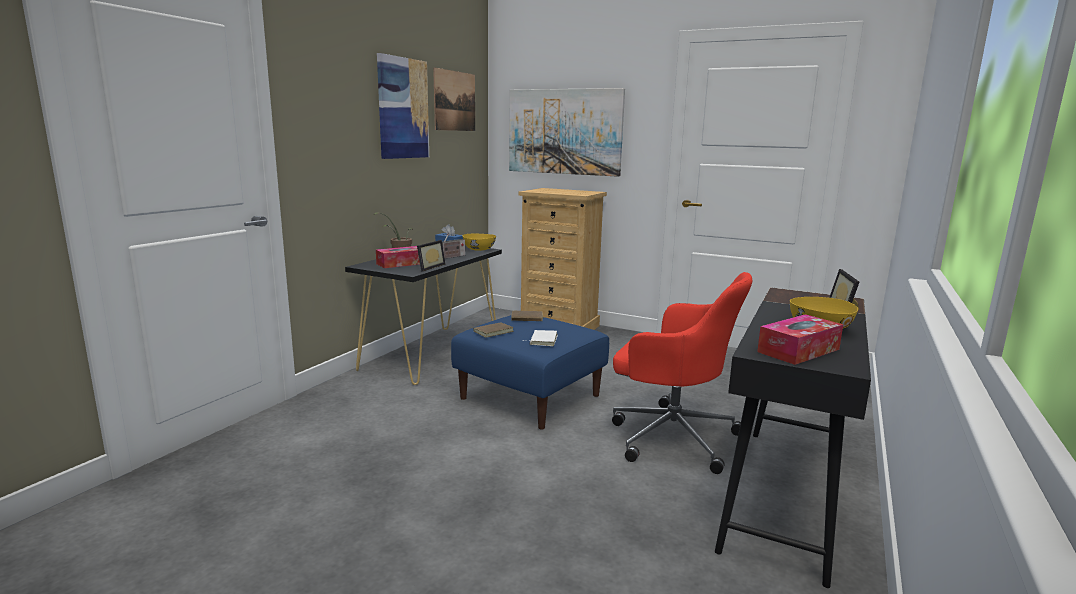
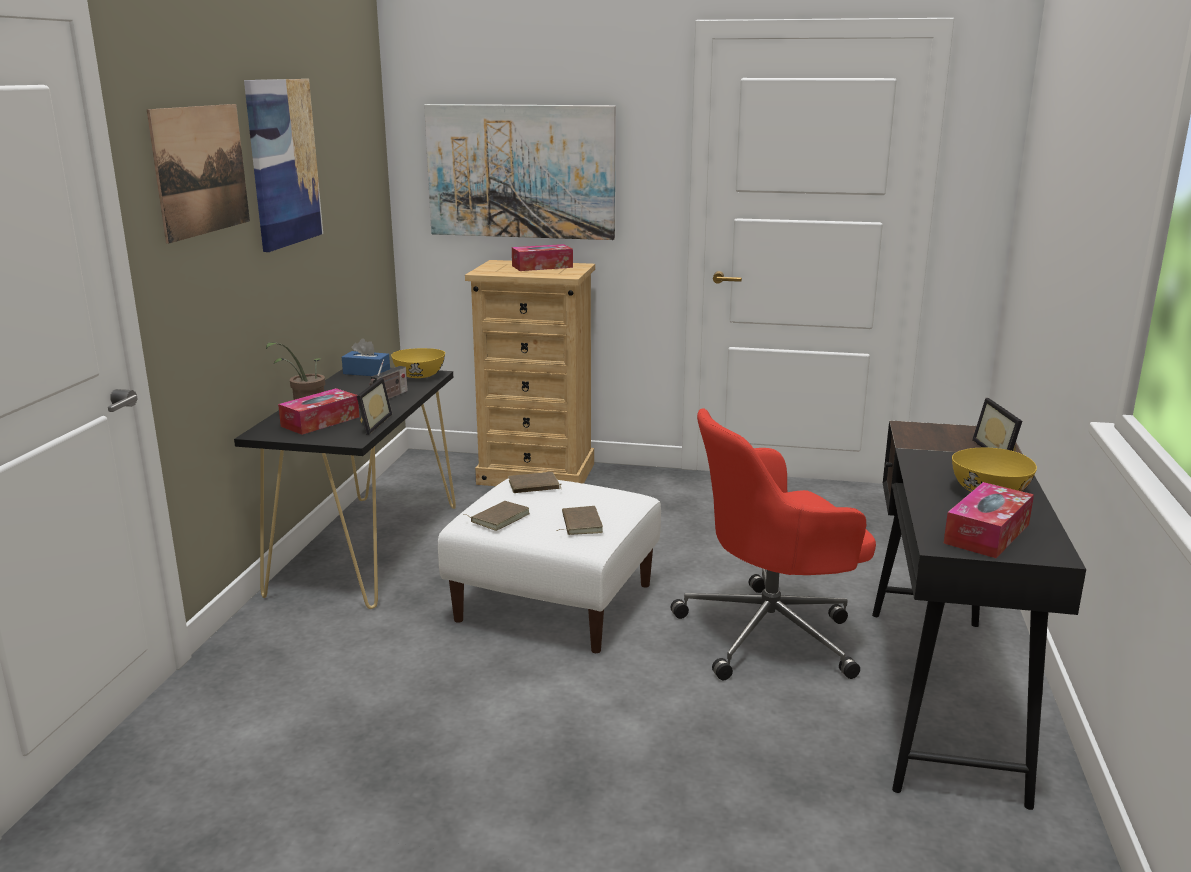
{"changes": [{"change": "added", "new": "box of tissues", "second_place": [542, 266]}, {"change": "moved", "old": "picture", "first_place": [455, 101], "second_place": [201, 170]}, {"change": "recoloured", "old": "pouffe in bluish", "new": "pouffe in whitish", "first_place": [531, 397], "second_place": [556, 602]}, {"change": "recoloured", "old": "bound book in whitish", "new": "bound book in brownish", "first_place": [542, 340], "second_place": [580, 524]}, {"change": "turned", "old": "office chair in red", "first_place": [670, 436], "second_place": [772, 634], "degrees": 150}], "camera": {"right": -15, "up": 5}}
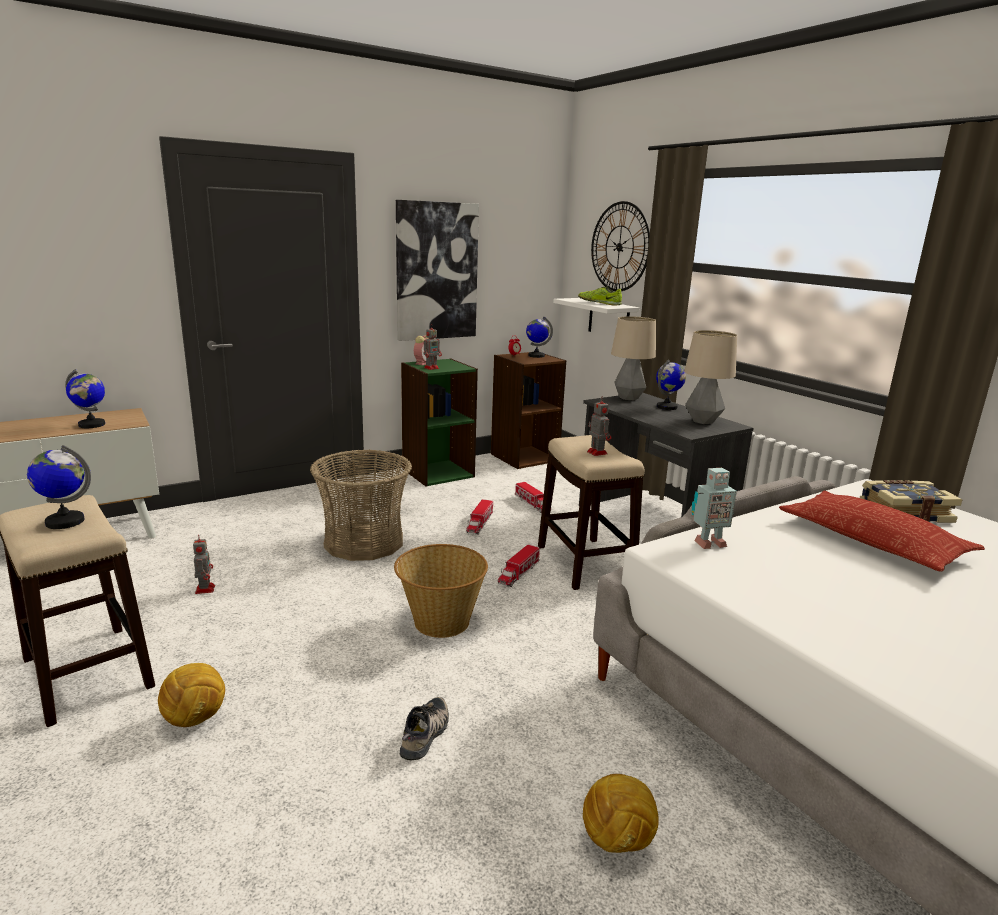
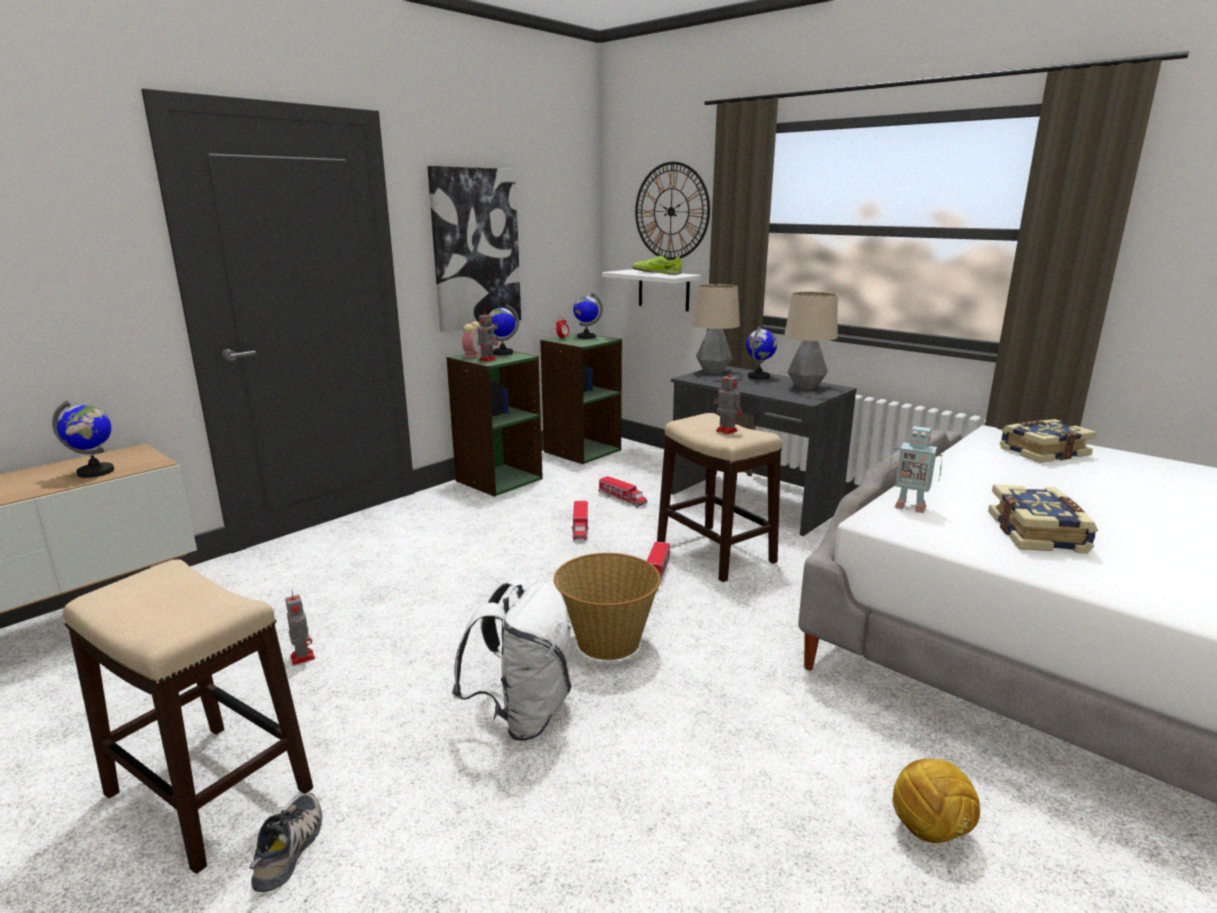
{"changes": [{"change": "removed", "old": "football", "first_place": [196, 719]}, {"change": "removed", "old": "storage basket", "first_place": [364, 542]}, {"change": "removed", "old": "cushion", "first_place": [872, 539]}, {"change": "added", "new": "backpack in whitish", "second_place": [523, 715]}, {"change": "added", "new": "bound book", "second_place": [1038, 534]}, {"change": "moved", "old": "globe", "first_place": [65, 521], "second_place": [502, 353]}, {"change": "moved", "old": "shoe", "first_place": [426, 734], "second_place": [291, 848]}, {"change": "recoloured", "old": "shelving unit in brownish", "new": "shelving unit in green-coloured", "first_place": [524, 457], "second_place": [582, 451]}, {"change": "turned", "old": "model robot", "first_place": [708, 543], "second_place": [909, 506], "degrees": 60}], "camera": {"right": -15, "up": 0}}
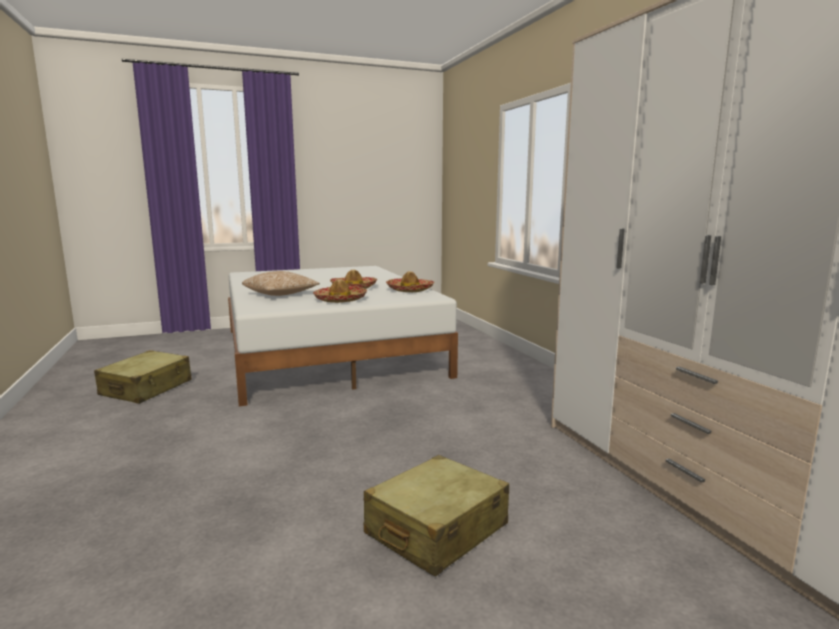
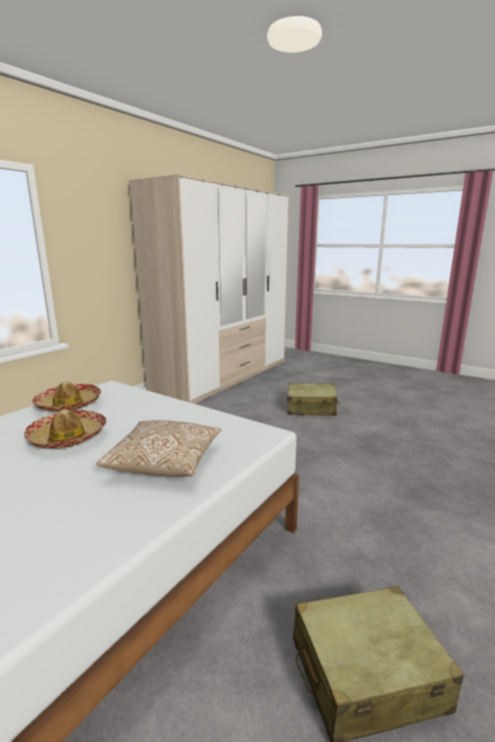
{"changes": [{"change": "removed", "old": "wearable hat", "first_place": [340, 300]}], "camera": {"right": -125, "up": 5}}
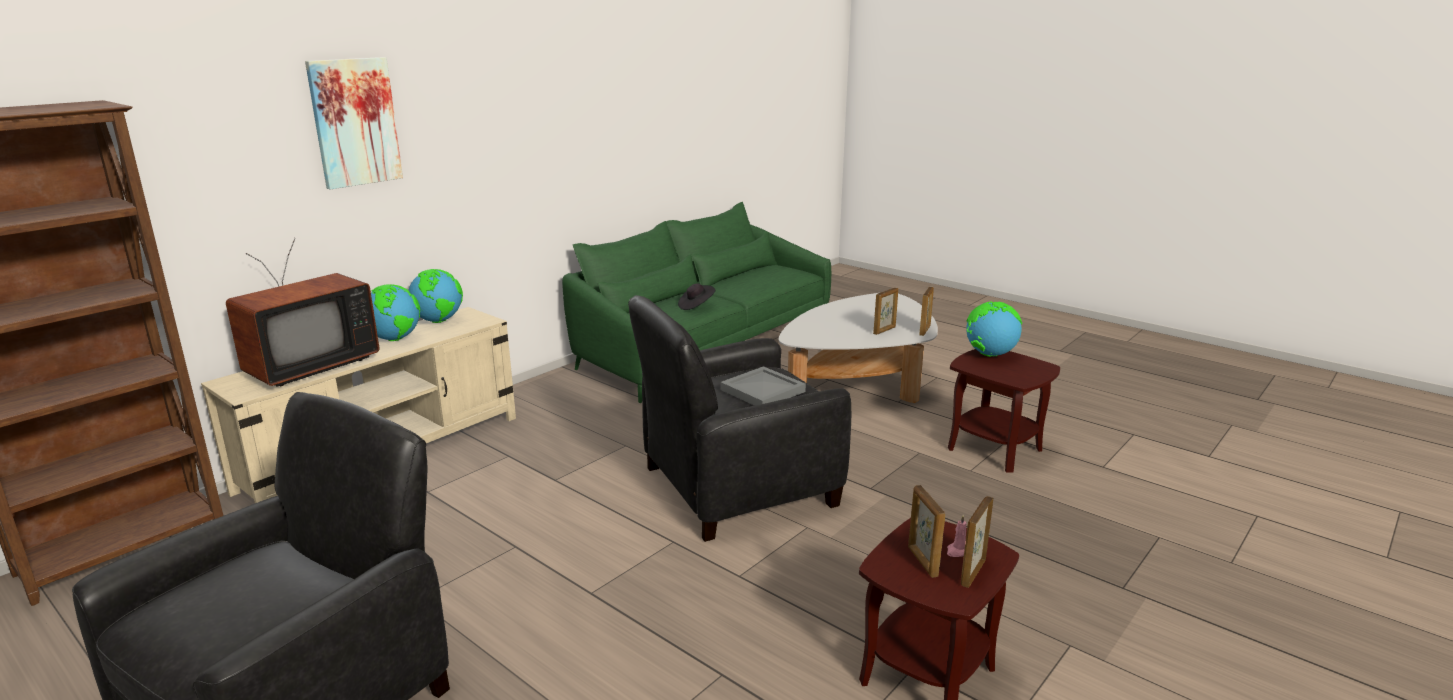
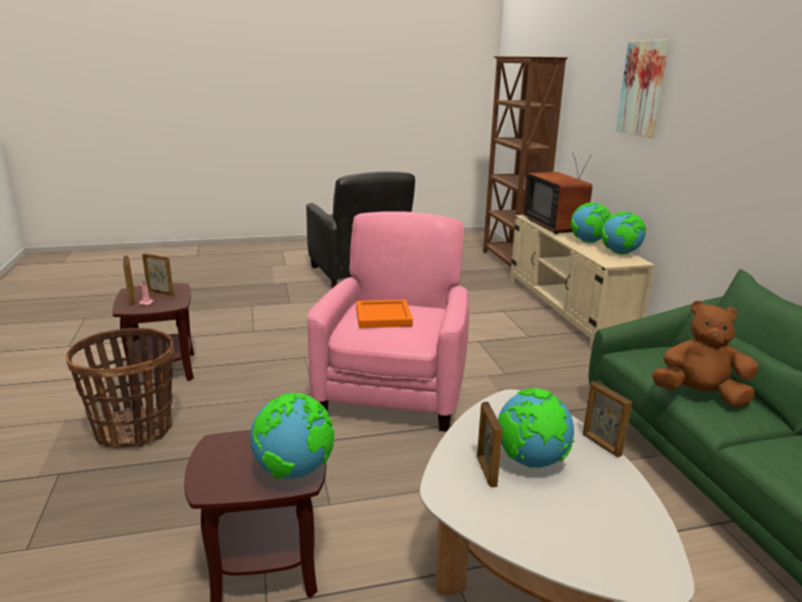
{"changes": [{"change": "added", "new": "storage basket", "second_place": [135, 430]}, {"change": "added", "new": "globe", "second_place": [530, 462]}, {"change": "moved", "old": "photo frame", "first_place": [925, 330], "second_place": [601, 445]}, {"change": "replaced", "old": "wearable hat in black-coloured", "new": "cuddly toy in brownish", "first_place": [696, 306], "second_place": [699, 395]}, {"change": "recoloured", "old": "armchair in black-coloured", "new": "armchair in pinkish", "first_place": [736, 487], "second_place": [394, 390]}, {"change": "recoloured", "old": "carrying tray in grey", "new": "carrying tray in orange-coloured", "first_place": [762, 391], "second_place": [382, 316]}], "camera": {"right": 125, "up": 0}}
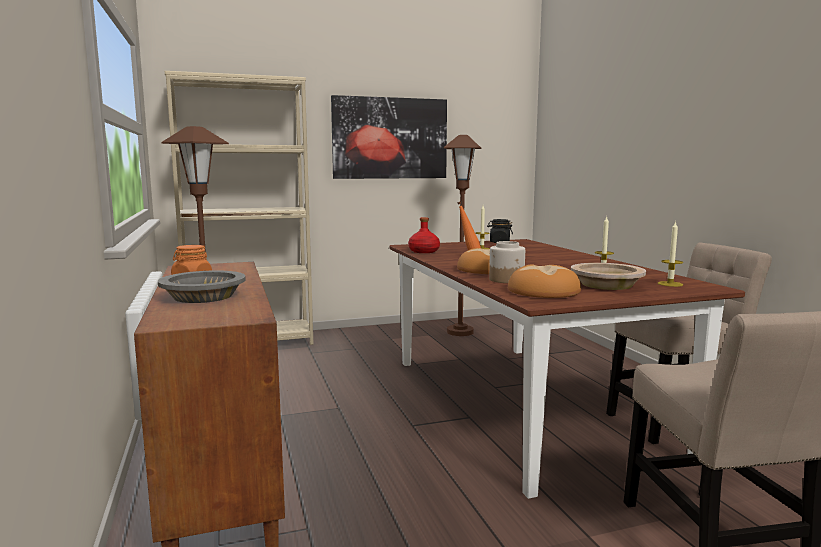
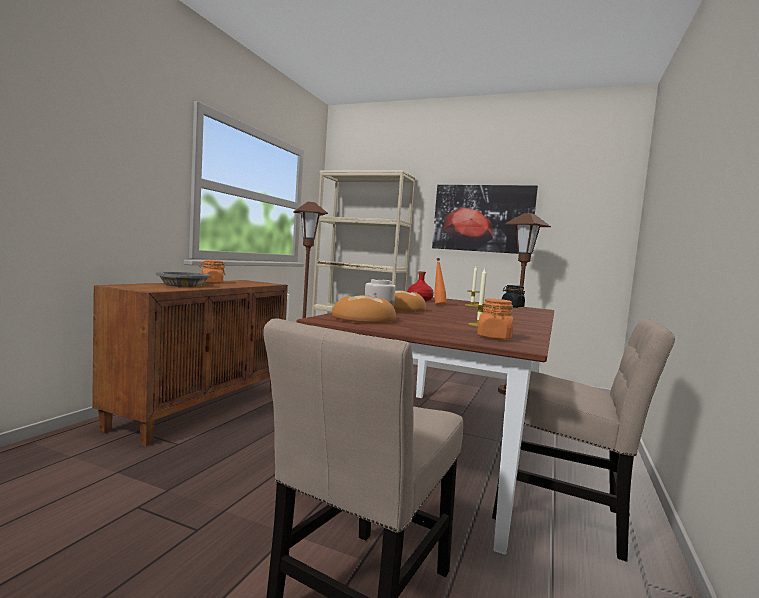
{"changes": [{"change": "removed", "old": "deep dish in beige-coloured", "first_place": [606, 284]}, {"change": "replaced", "old": "wax candle", "new": "preserve jar in orange-coloured", "first_place": [670, 284], "second_place": [494, 337]}], "camera": {"right": 40, "up": -5}}
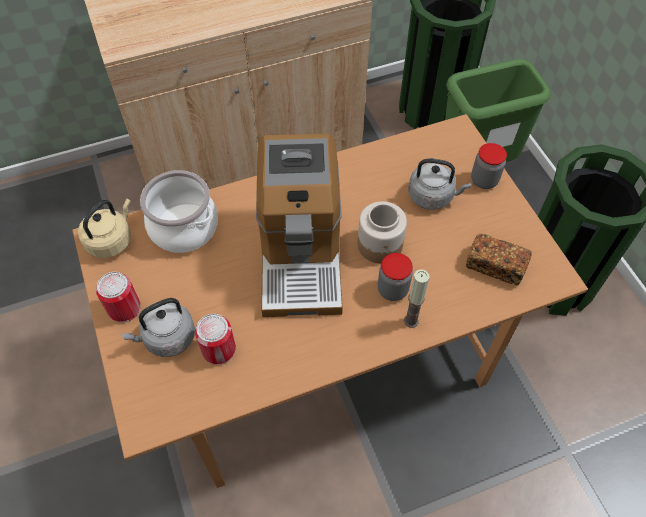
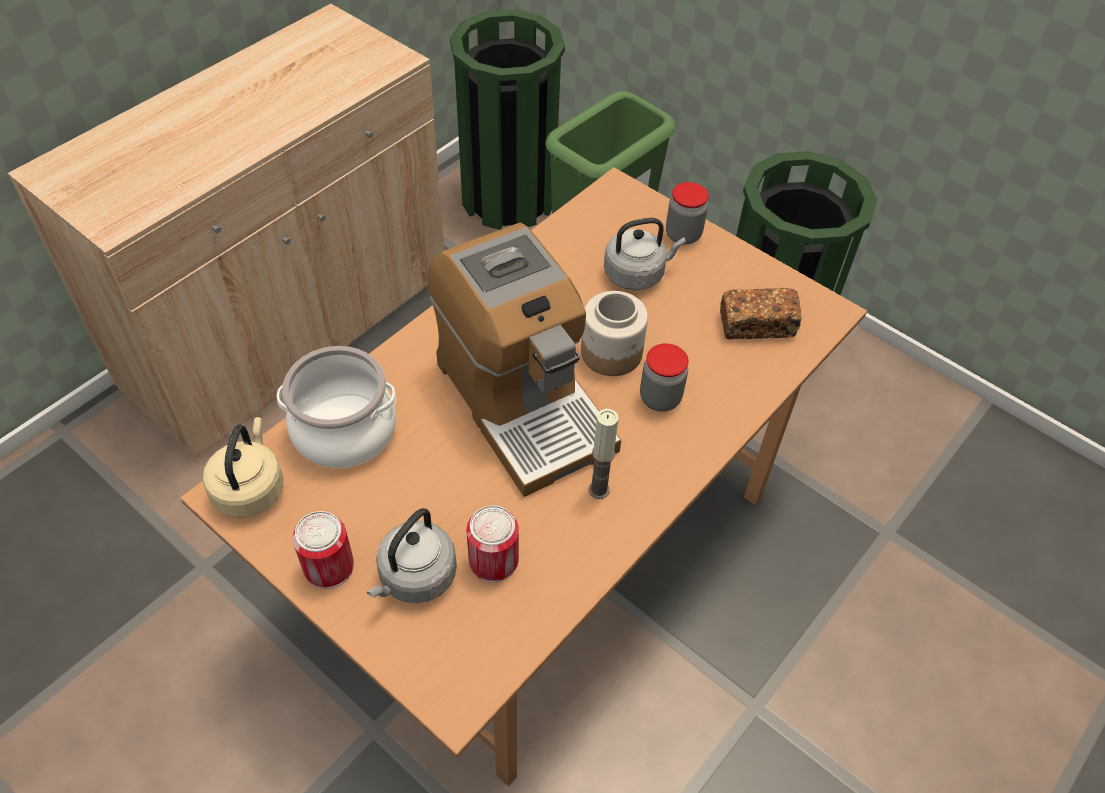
{"changes": [{"change": "moved", "old": "wax candle", "first_place": [411, 321], "second_place": [599, 490]}], "camera": {"right": -30, "up": -5}}
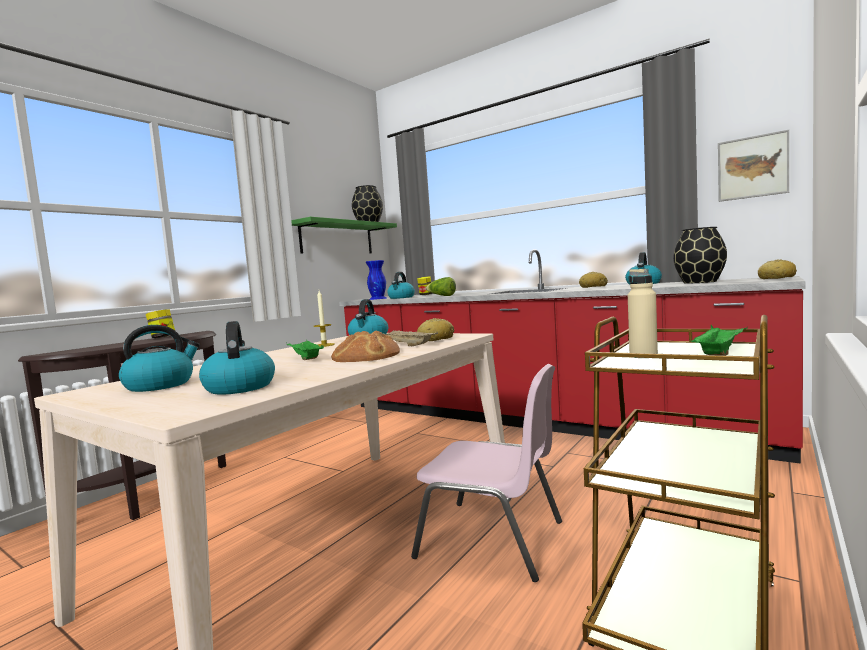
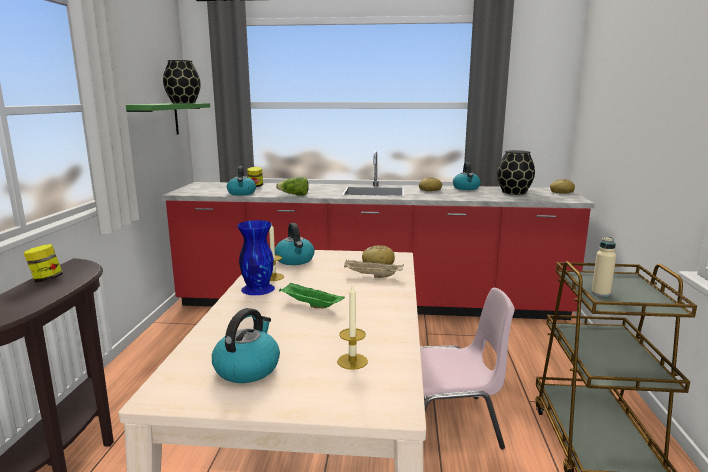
{"changes": [{"change": "removed", "old": "baked bread", "first_place": [366, 356]}, {"change": "removed", "old": "carrying tray in green-coloured", "first_place": [719, 353]}, {"change": "removed", "old": "picture", "first_place": [752, 167]}, {"change": "moved", "old": "decorative vase in bluish", "first_place": [378, 298], "second_place": [257, 288]}, {"change": "replaced", "old": "tea kettle", "new": "wax candle", "first_place": [239, 387], "second_place": [352, 361]}], "camera": {"right": -30, "up": 10}}
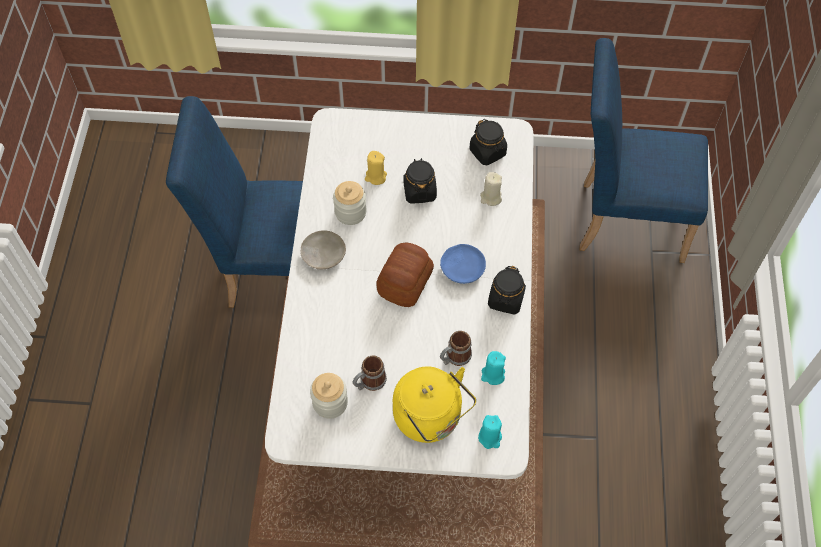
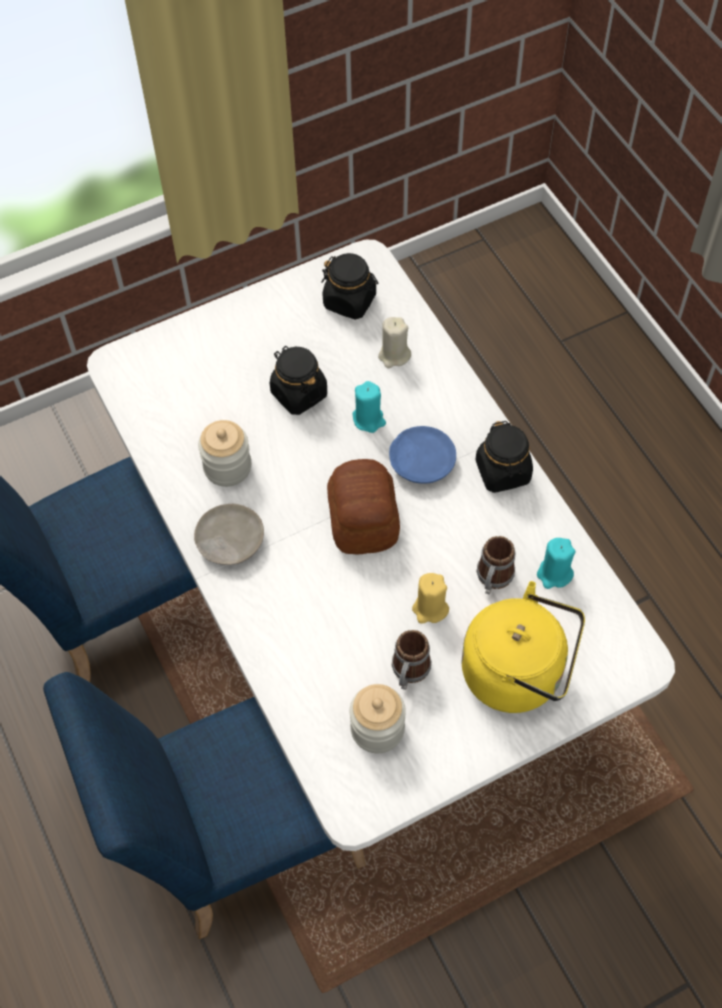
{"changes": [{"change": "moved", "old": "wax candle in yellow", "first_place": [375, 176], "second_place": [430, 609]}, {"change": "moved", "old": "wax candle in blue-green", "first_place": [490, 437], "second_place": [369, 419]}, {"change": "moved", "old": "upright chair in bluish", "first_place": [622, 219], "second_place": [238, 841]}], "camera": {"right": -30, "up": 0}}
